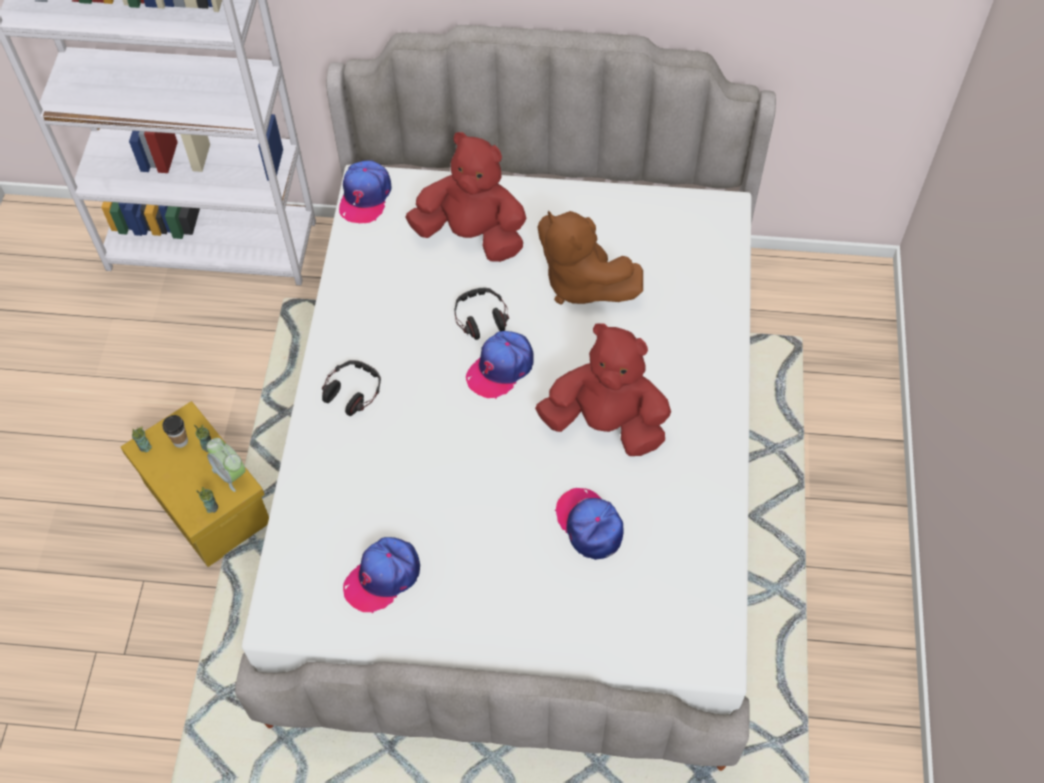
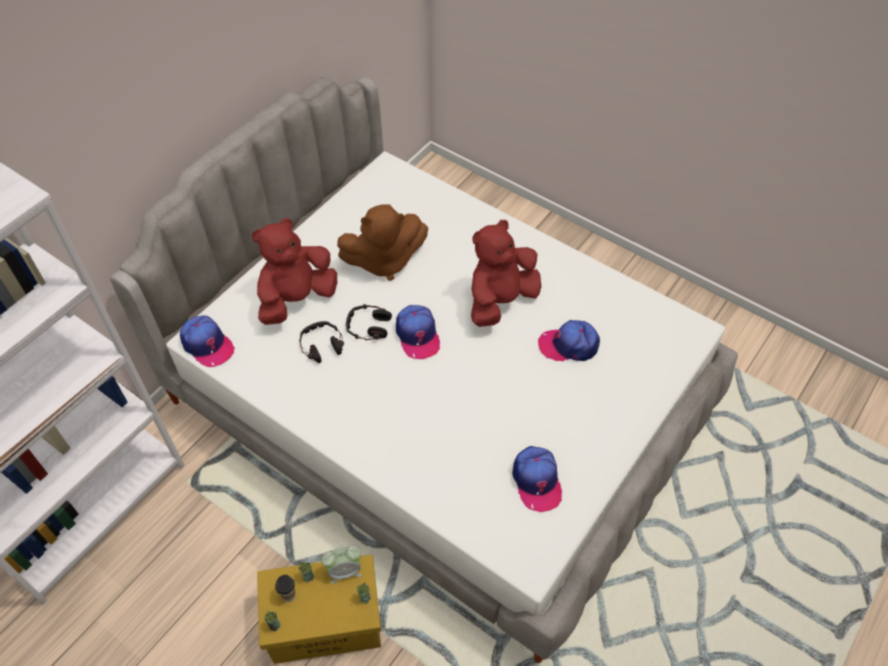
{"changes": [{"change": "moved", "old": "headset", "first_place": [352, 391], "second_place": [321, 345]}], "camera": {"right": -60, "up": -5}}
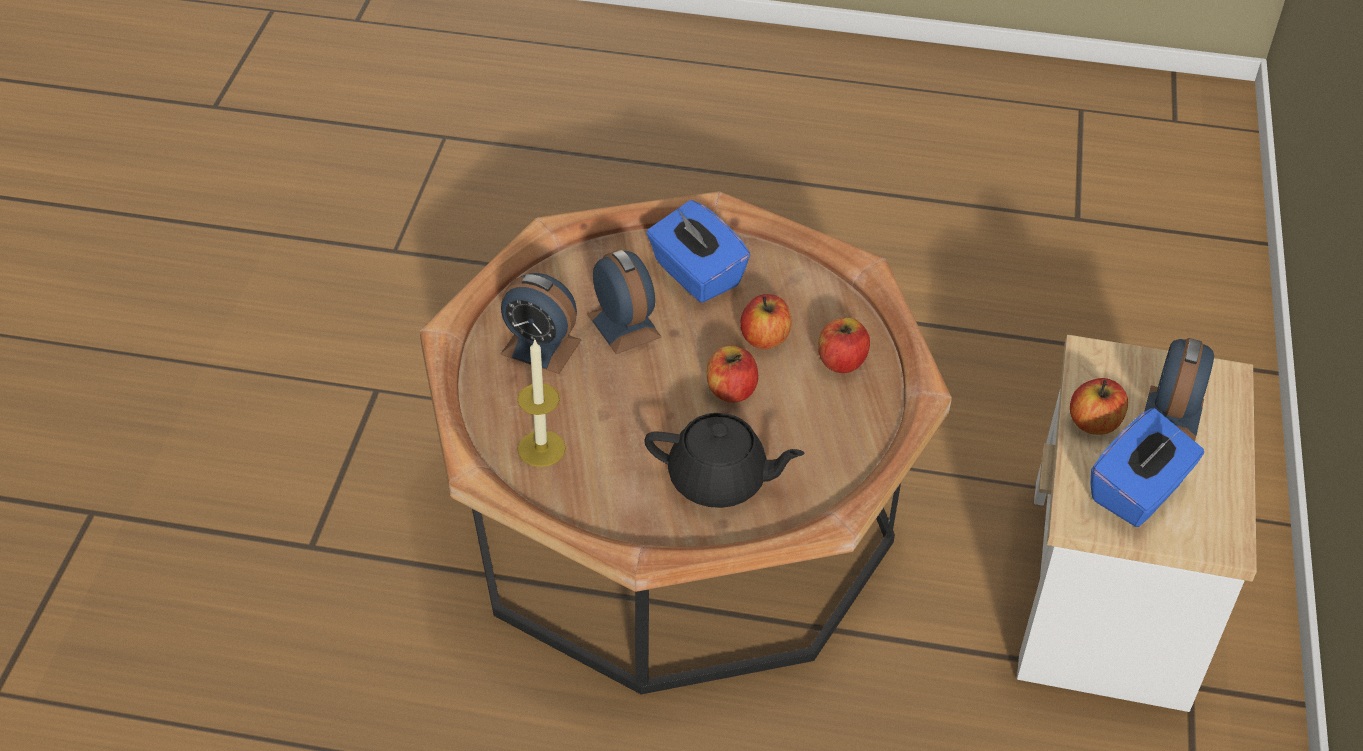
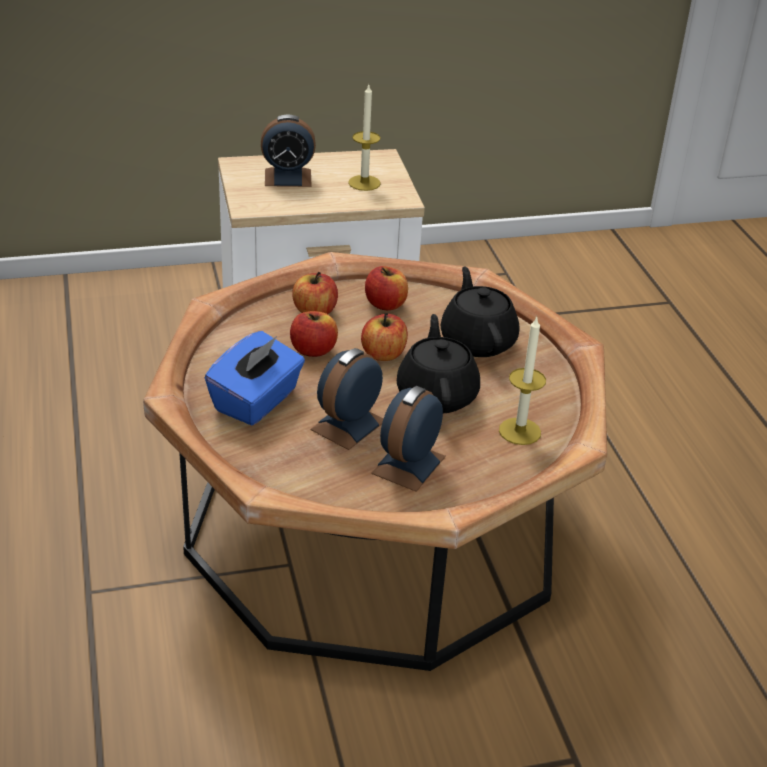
{"changes": [{"change": "added", "new": "pot for tea in black-coloured", "second_place": [437, 394]}, {"change": "moved", "old": "whole apple", "first_place": [1094, 423], "second_place": [385, 304]}, {"change": "replaced", "old": "box of tissues in bluish", "new": "wax candle", "first_place": [1138, 492], "second_place": [364, 183]}, {"change": "turned", "old": "bedside clock", "first_place": [541, 347], "second_place": [408, 465], "degrees": -150}], "camera": {"right": -115, "up": -10}}
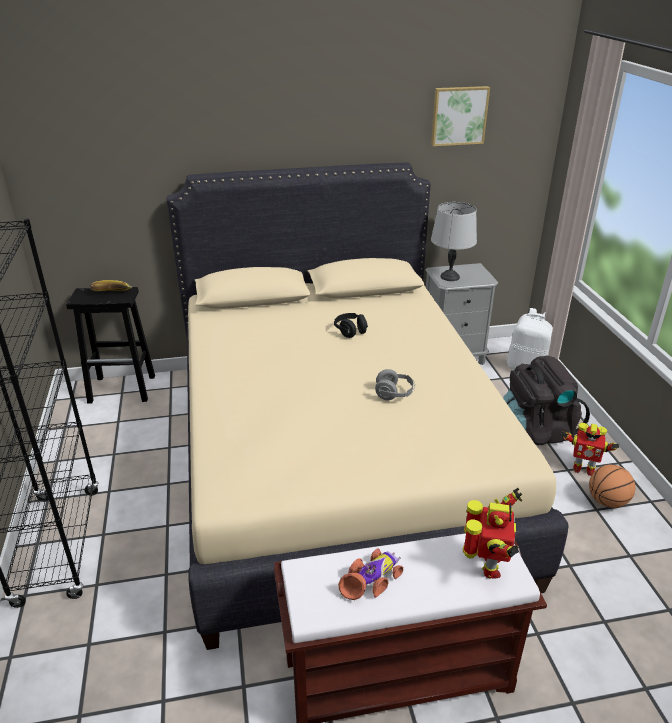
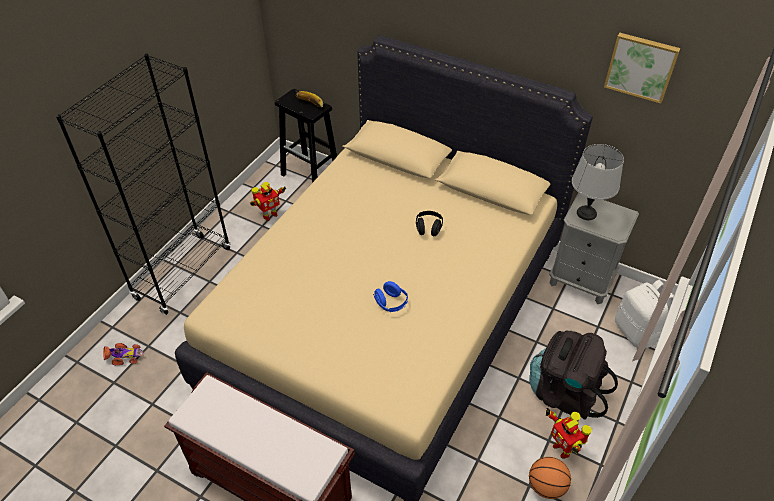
{"changes": [{"change": "moved", "old": "toy car", "first_place": [372, 579], "second_place": [124, 356]}, {"change": "moved", "old": "model robot", "first_place": [488, 567], "second_place": [269, 215]}, {"change": "recoloured", "old": "headset in grey", "new": "headset in bluish", "first_place": [394, 394], "second_place": [391, 303]}], "camera": {"right": 40, "up": 15}}
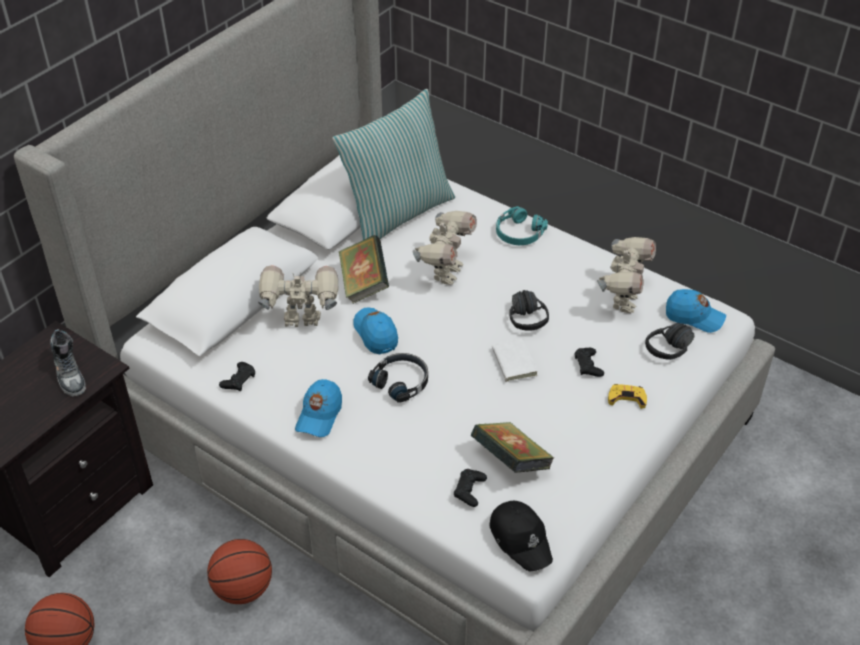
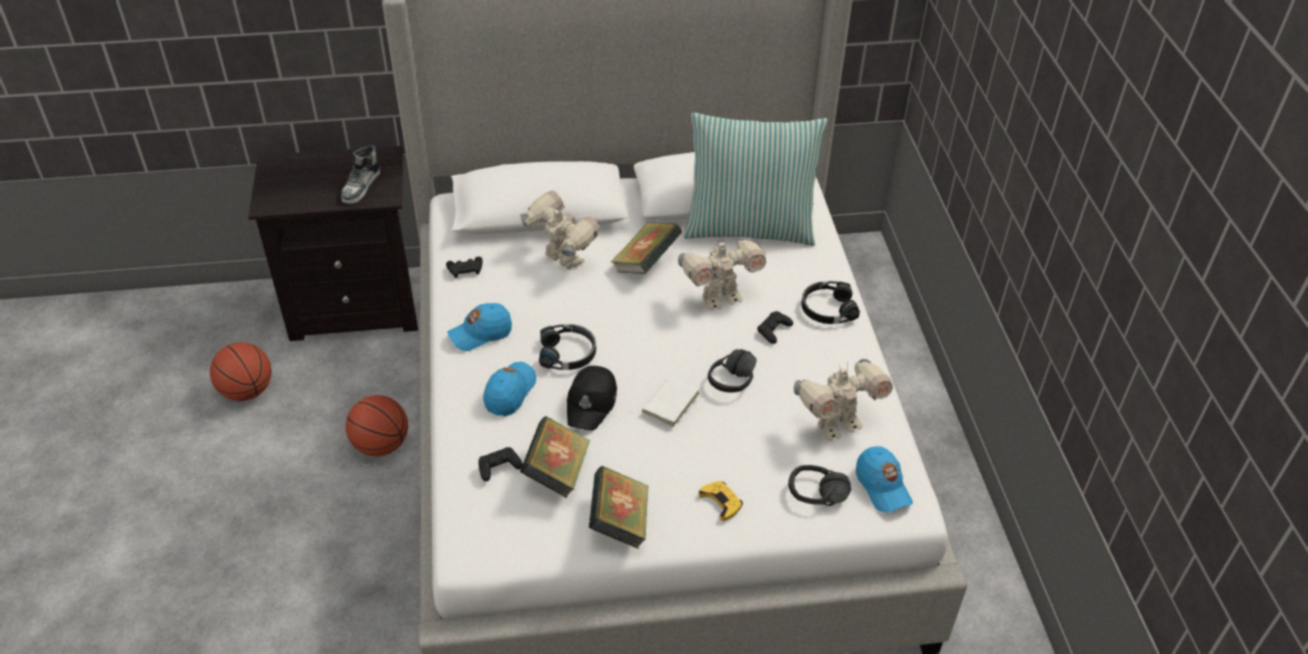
{"changes": [{"change": "added", "new": "bound book", "second_place": [619, 522]}, {"change": "moved", "old": "cap in bluish", "first_place": [376, 334], "second_place": [509, 392]}, {"change": "moved", "old": "cap in black-coloured", "first_place": [521, 539], "second_place": [592, 403]}, {"change": "moved", "old": "game controller in black-coloured", "first_place": [588, 365], "second_place": [773, 330]}, {"change": "recoloured", "old": "headset in blue-green", "new": "headset in black-coloured", "first_place": [519, 233], "second_place": [827, 309]}], "camera": {"right": 45, "up": 0}}
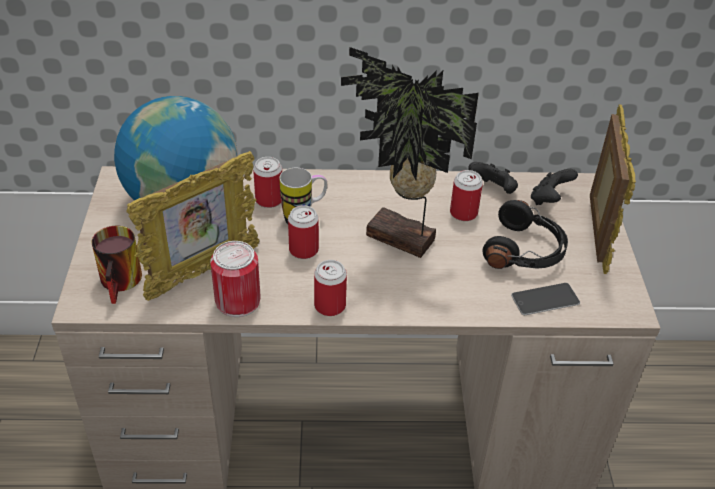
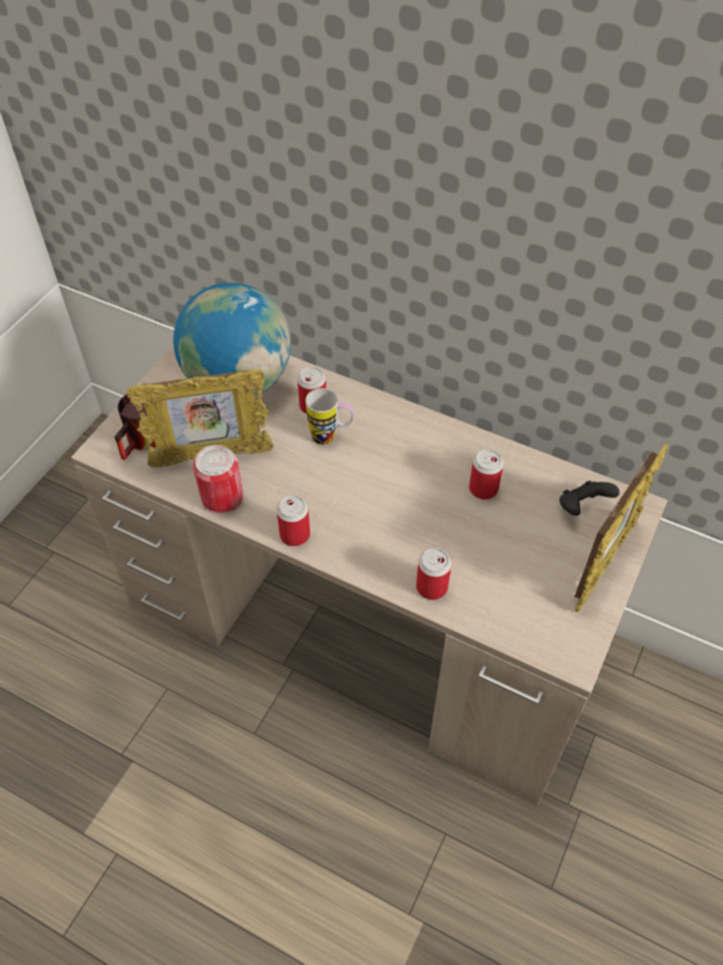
{"changes": [{"change": "removed", "old": "potted plant", "first_place": [399, 241]}, {"change": "removed", "old": "game controller in black-coloured", "first_place": [493, 190]}, {"change": "removed", "old": "headset in black-coloured", "first_place": [525, 251]}, {"change": "removed", "old": "telephone", "first_place": [545, 299]}, {"change": "moved", "old": "can", "first_place": [303, 250], "second_place": [431, 587]}], "camera": {"right": 30, "up": 10}}
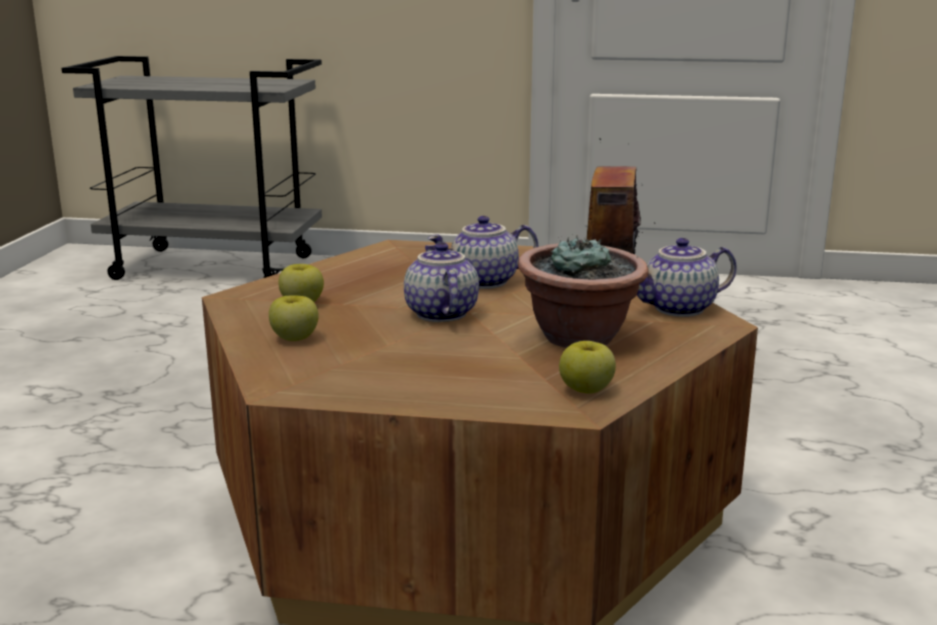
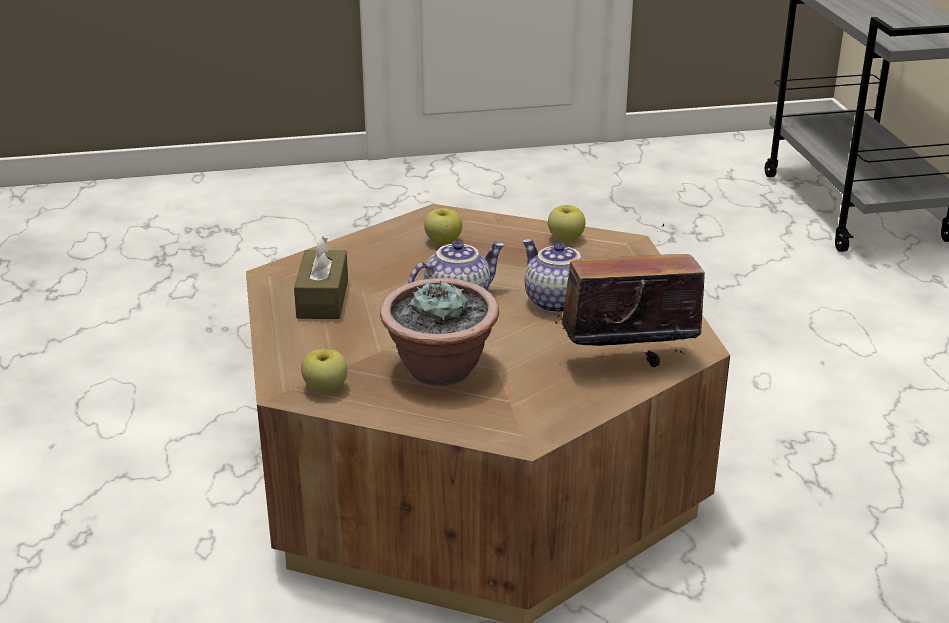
{"changes": [{"change": "removed", "old": "pot for tea", "first_place": [678, 309]}, {"change": "added", "new": "box of tissues in brownish", "second_place": [323, 299]}, {"change": "moved", "old": "whole apple", "first_place": [294, 338], "second_place": [565, 238]}], "camera": {"right": 70, "up": 10}}
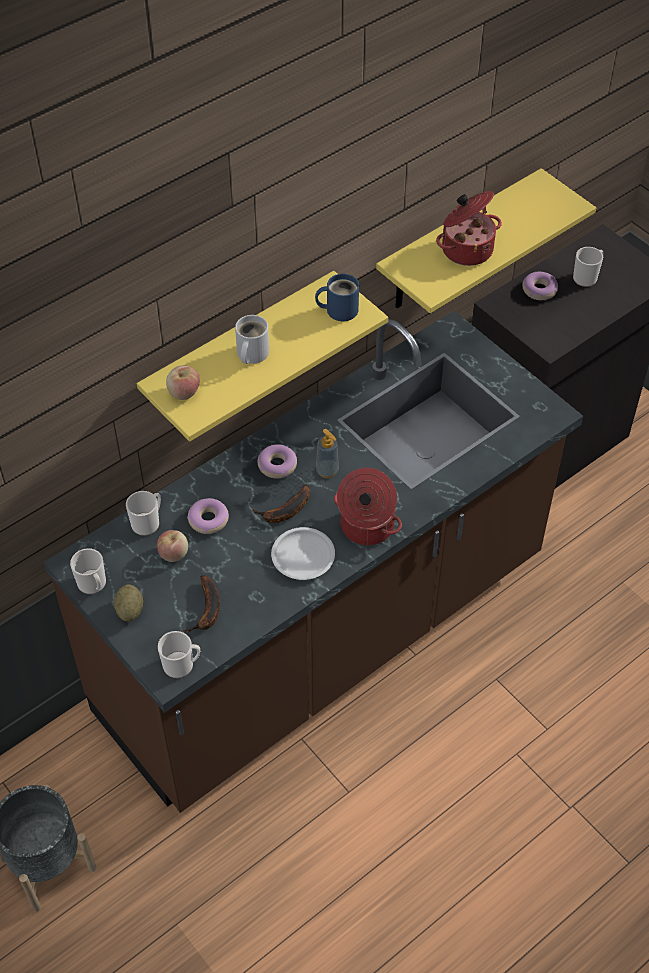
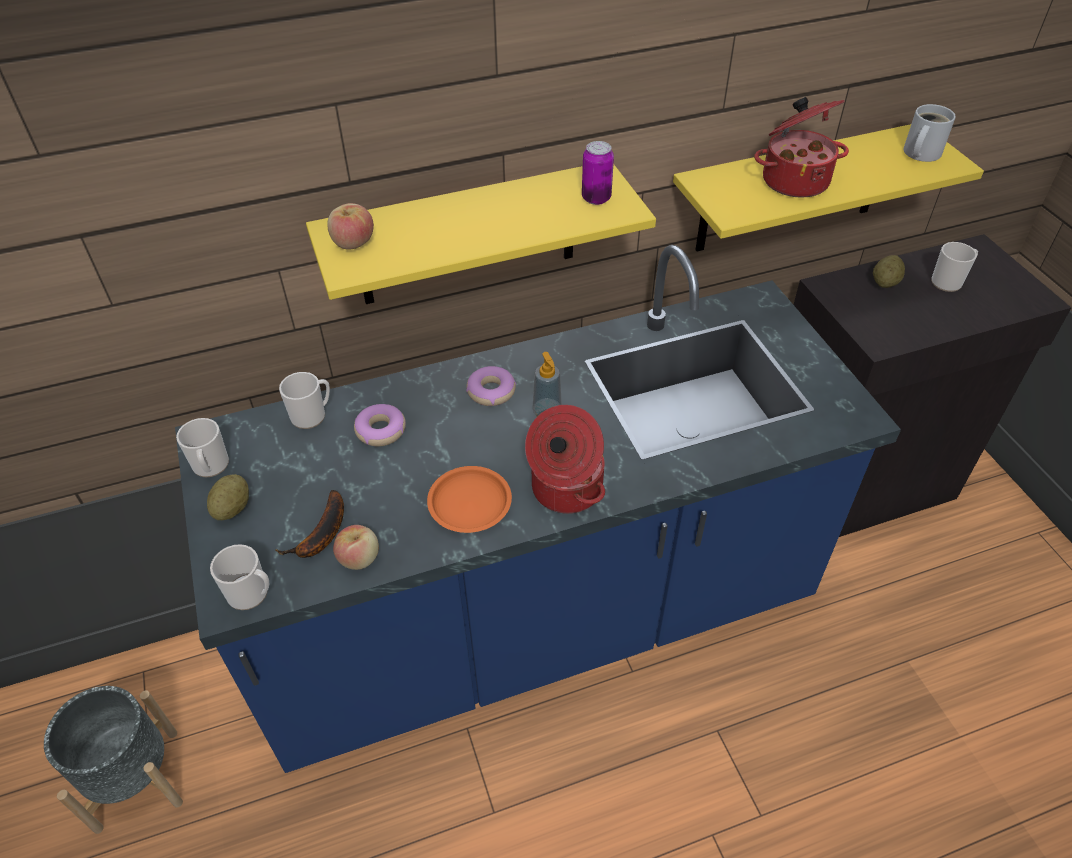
{"changes": [{"change": "removed", "old": "banana", "first_place": [284, 511]}, {"change": "moved", "old": "whole apple", "first_place": [173, 553], "second_place": [359, 558]}, {"change": "moved", "old": "mug in whitish", "first_place": [250, 354], "second_place": [919, 153]}, {"change": "replaced", "old": "mug in bluish", "new": "can", "first_place": [339, 309], "second_place": [596, 198]}, {"change": "replaced", "old": "ring doughnut", "new": "potato", "first_place": [539, 290], "second_place": [885, 283]}, {"change": "recoloured", "old": "kitchen counter in brownish", "new": "kitchen counter in bluish", "first_place": [324, 639], "second_place": [538, 622]}, {"change": "recoloured", "old": "plate in whitish", "new": "plate in orange-coloured", "first_place": [303, 556], "second_place": [470, 502]}], "camera": {"right": 20, "up": -5}}
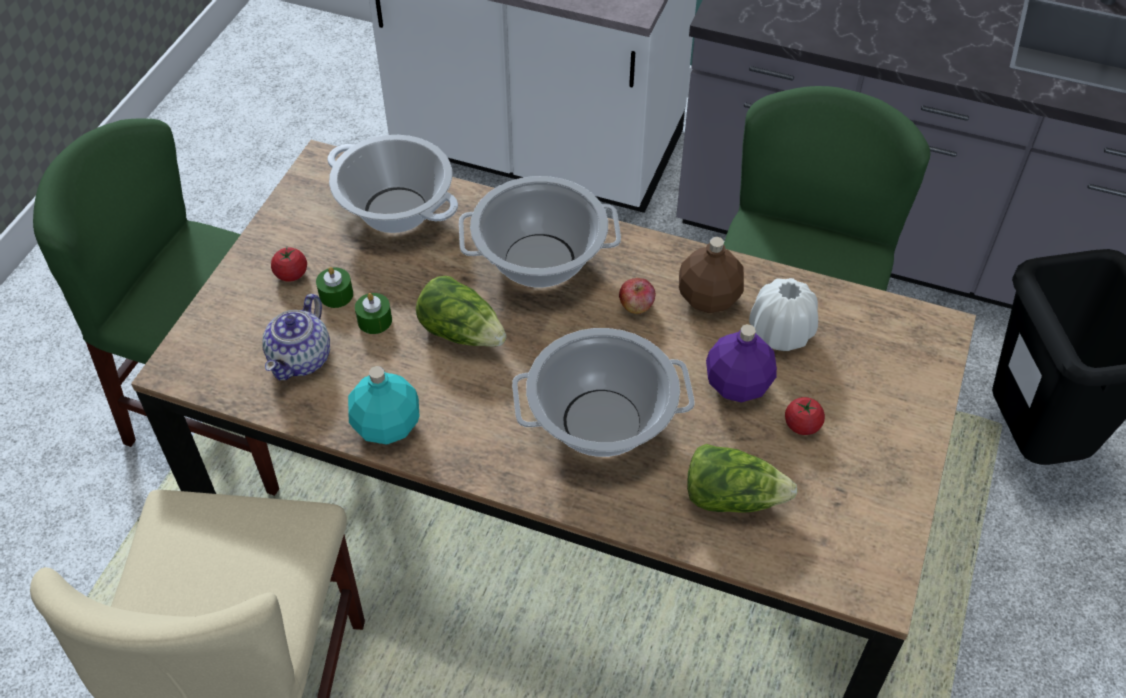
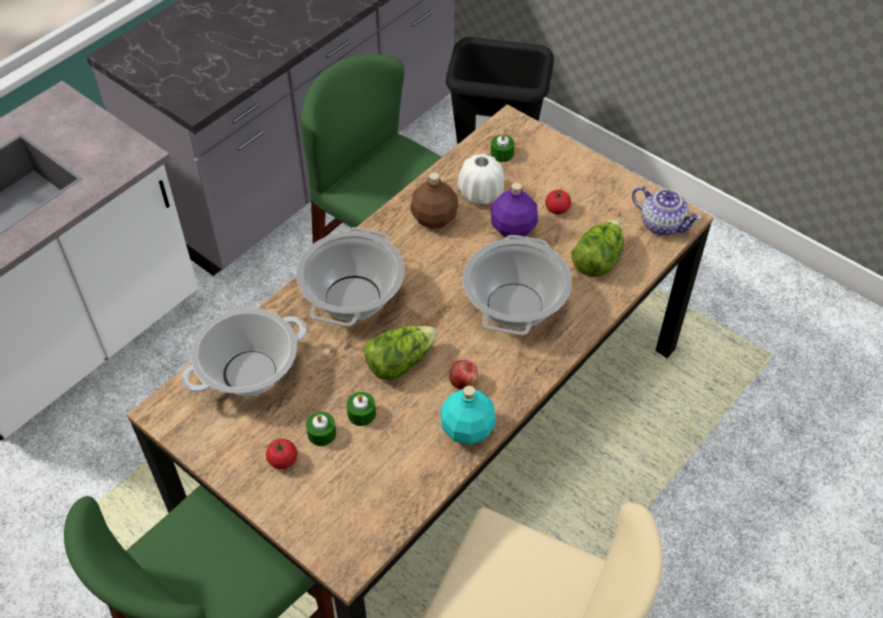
{"changes": [{"change": "added", "new": "wax candle in green-coloured", "second_place": [502, 154]}, {"change": "moved", "old": "pot for tea", "first_place": [301, 358], "second_place": [661, 224]}, {"change": "moved", "old": "whole apple", "first_place": [636, 306], "second_place": [463, 382]}], "camera": {"right": -70, "up": 0}}
